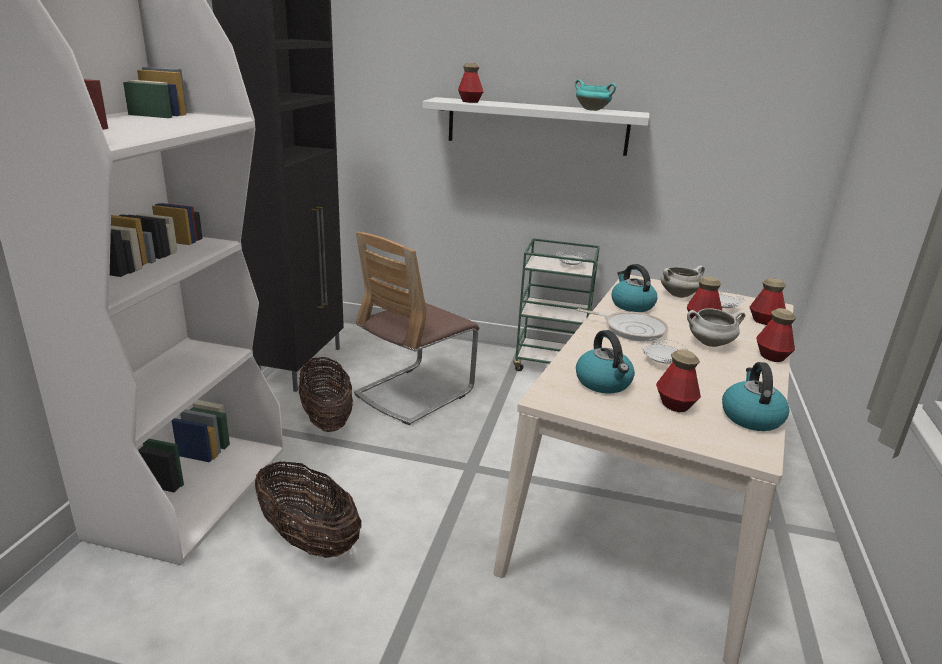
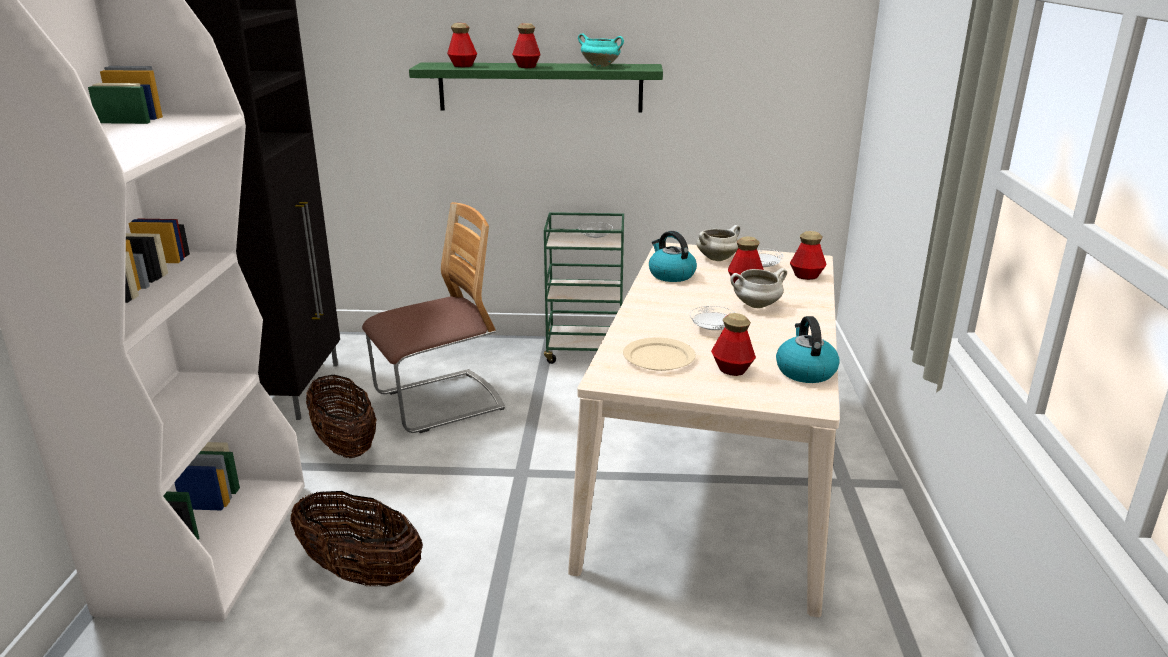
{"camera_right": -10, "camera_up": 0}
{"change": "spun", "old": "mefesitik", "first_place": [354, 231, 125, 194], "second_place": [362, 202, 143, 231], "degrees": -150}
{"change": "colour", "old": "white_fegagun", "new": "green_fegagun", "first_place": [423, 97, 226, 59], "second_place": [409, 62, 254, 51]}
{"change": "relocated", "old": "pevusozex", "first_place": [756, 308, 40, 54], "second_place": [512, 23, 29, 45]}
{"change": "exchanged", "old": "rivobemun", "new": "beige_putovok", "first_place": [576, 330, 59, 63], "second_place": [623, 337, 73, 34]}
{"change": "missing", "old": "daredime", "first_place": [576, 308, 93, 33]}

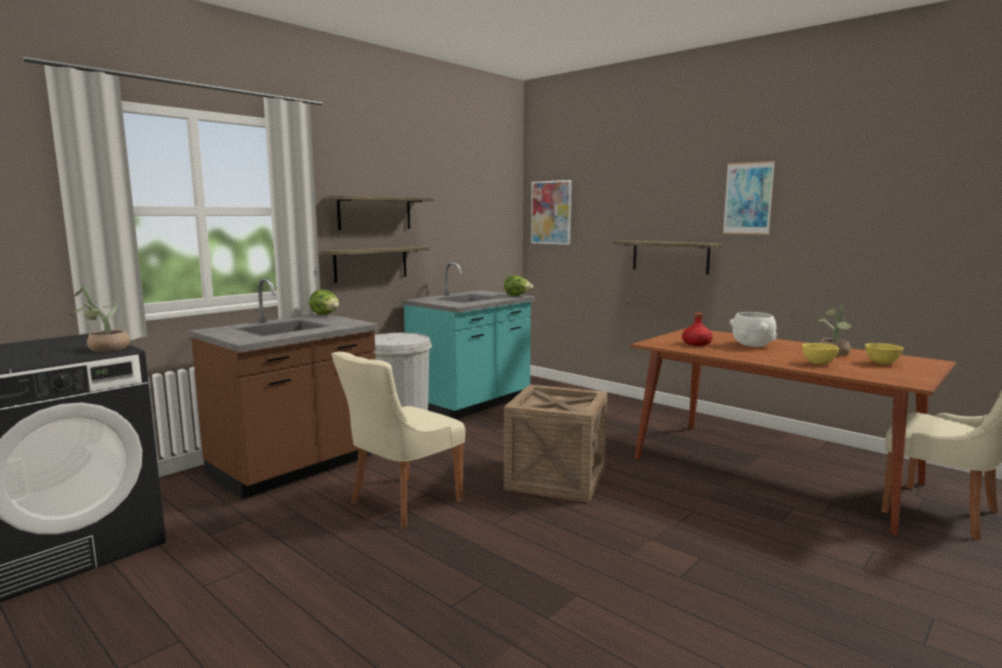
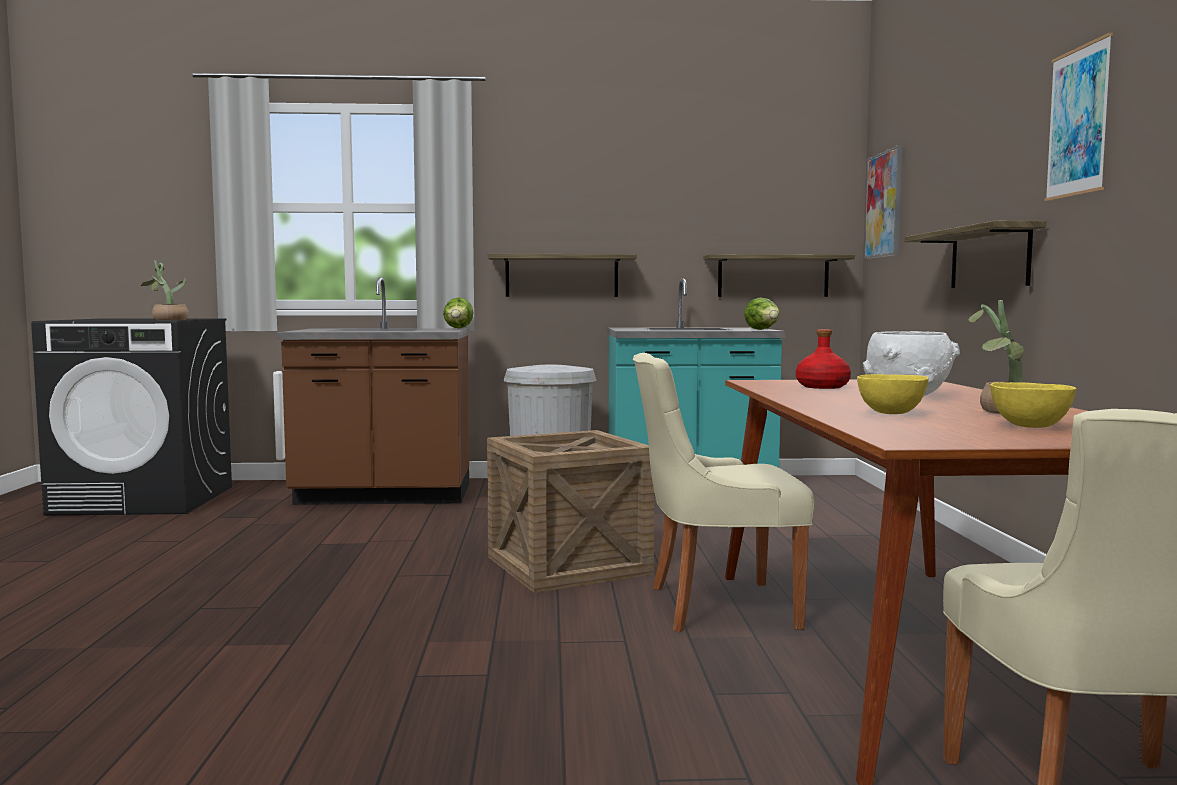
{"camera_right": 45, "camera_up": -5}
{"change": "relocated", "old": "beige_mefesitik", "first_place": [332, 352, 133, 176], "second_place": [633, 353, 182, 279]}
{"change": "relocated", "old": "fegagun", "first_place": [326, 195, 108, 35], "second_place": [703, 254, 152, 43]}

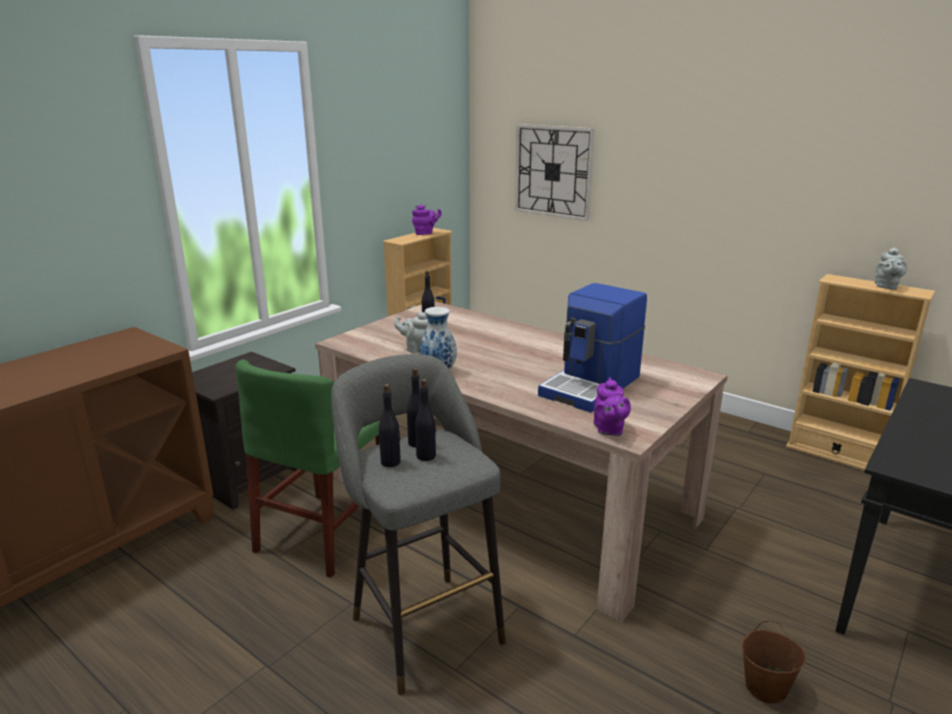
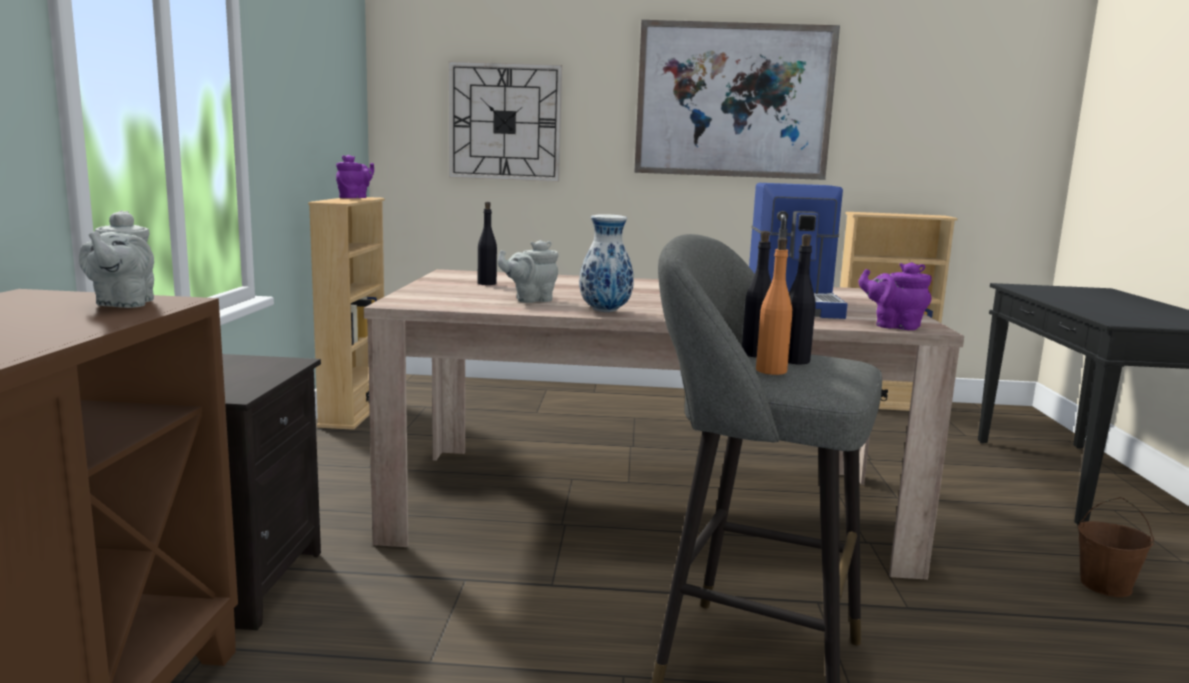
{"camera_right": -35, "camera_up": -10}
{"change": "relocated", "old": "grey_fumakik", "first_place": [874, 247, 33, 43], "second_place": [79, 210, 75, 98]}
{"change": "appeared", "new": "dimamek", "second_place": [634, 20, 206, 160]}
{"change": "colour", "old": "black_pevusozex", "new": "orange_pevusozex", "first_place": [379, 384, 22, 83], "second_place": [756, 238, 36, 137]}
{"change": "spun", "old": "purple_fumakik", "first_place": [594, 377, 37, 59], "second_place": [859, 262, 73, 68], "degrees": 150}
{"change": "missing", "old": "green_mefesitik", "first_place": [235, 359, 145, 219]}

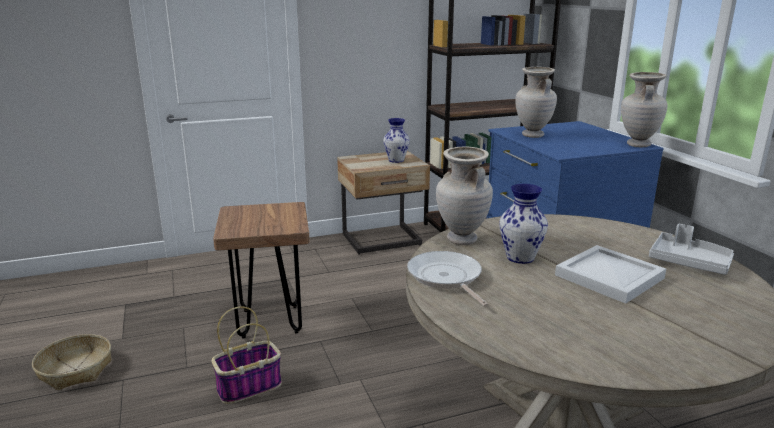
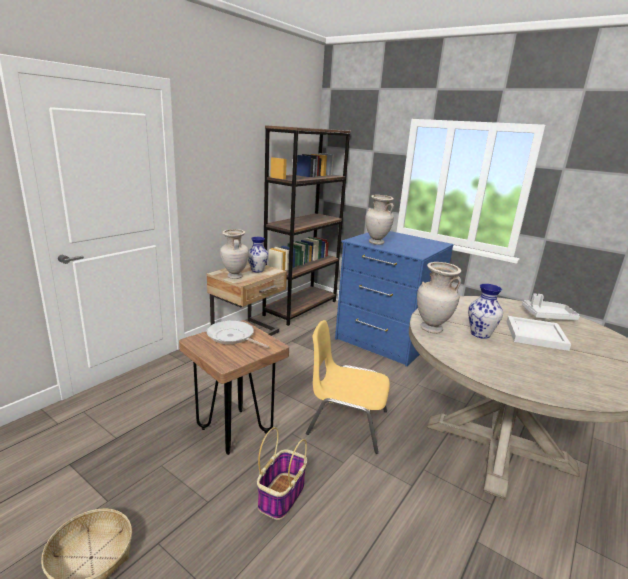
{"camera_right": -35, "camera_up": 0}
{"change": "relocated", "old": "daredime", "first_place": [407, 251, 81, 56], "second_place": [206, 320, 64, 28]}
{"change": "relocated", "old": "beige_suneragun", "first_place": [621, 72, 47, 75], "second_place": [220, 229, 29, 50]}
{"change": "appeared", "new": "yellow_mefesitik", "second_place": [306, 320, 84, 134]}

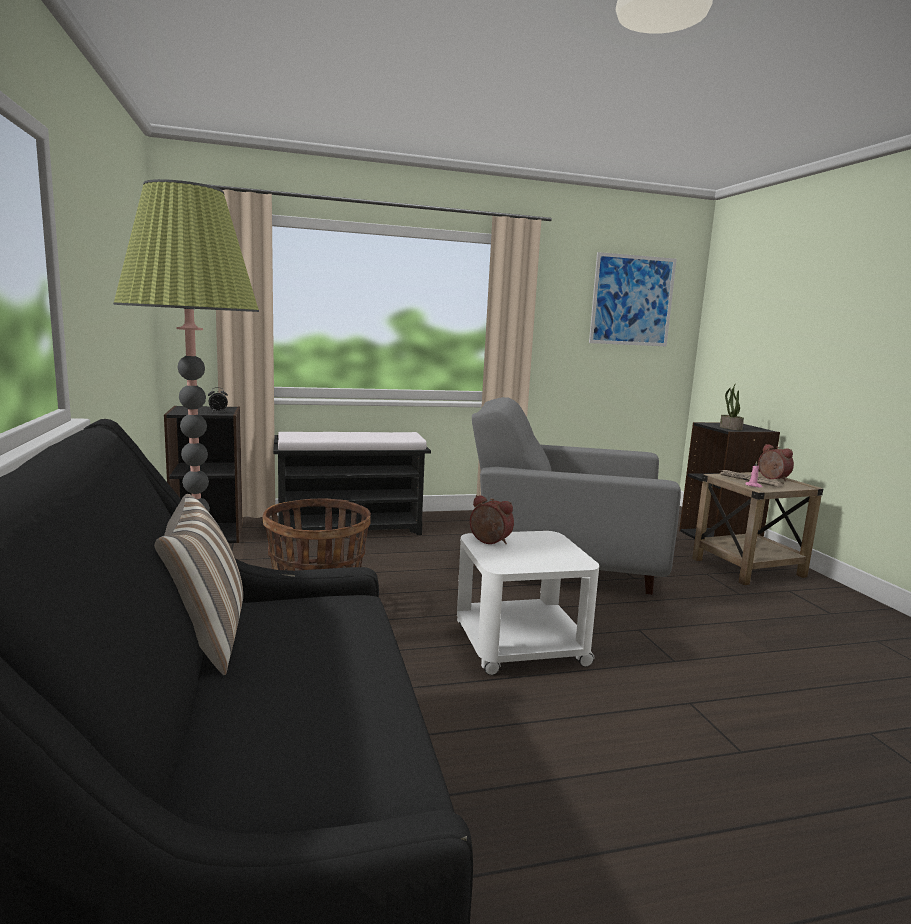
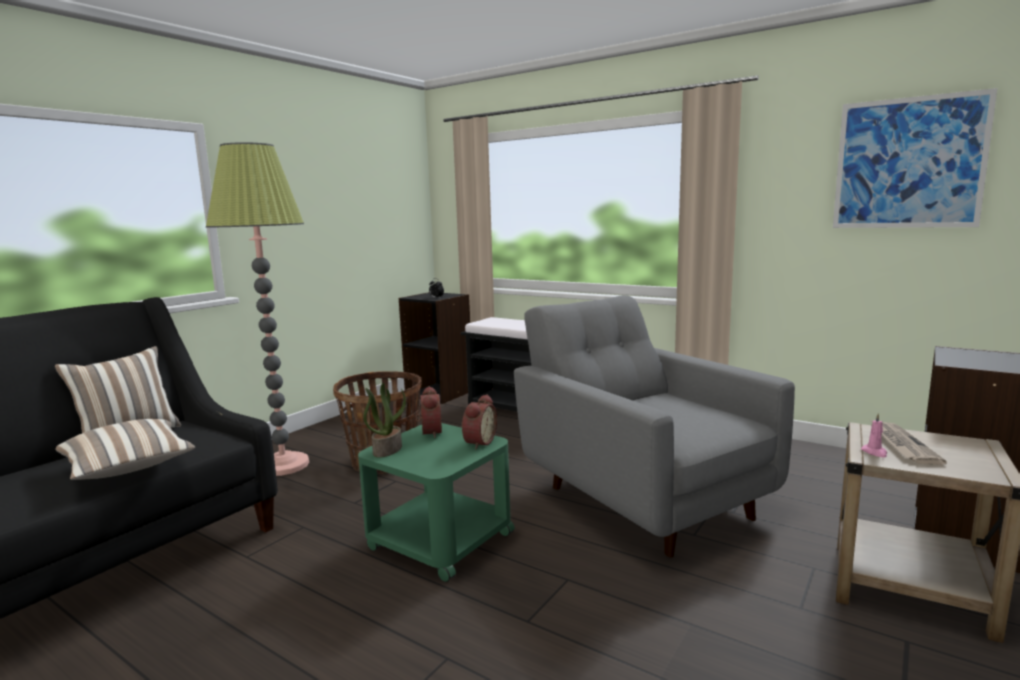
{"camera_right": 50, "camera_up": 0}
{"change": "appeared", "new": "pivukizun", "second_place": [55, 419, 140, 61]}
{"change": "colour", "old": "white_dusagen", "new": "green_dusagen", "first_place": [457, 531, 142, 144], "second_place": [358, 423, 157, 159]}
{"change": "relocated", "old": "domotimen", "first_place": [720, 383, 24, 47], "second_place": [363, 383, 43, 74]}
{"change": "relocated", "old": "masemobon", "first_place": [758, 444, 36, 37], "second_place": [462, 394, 35, 55]}

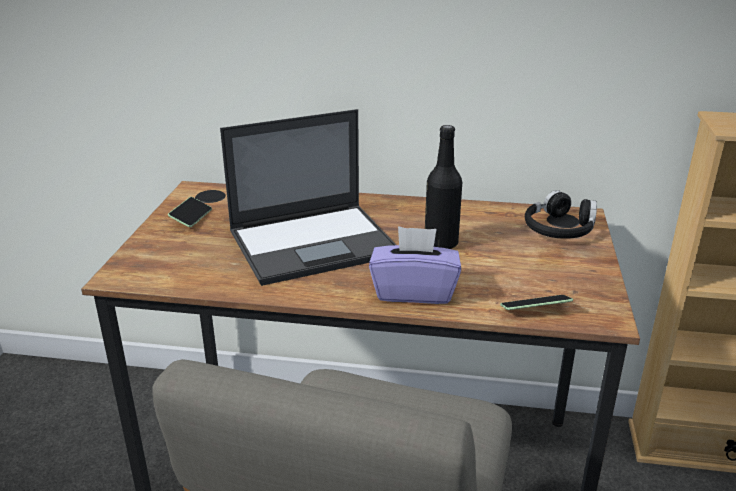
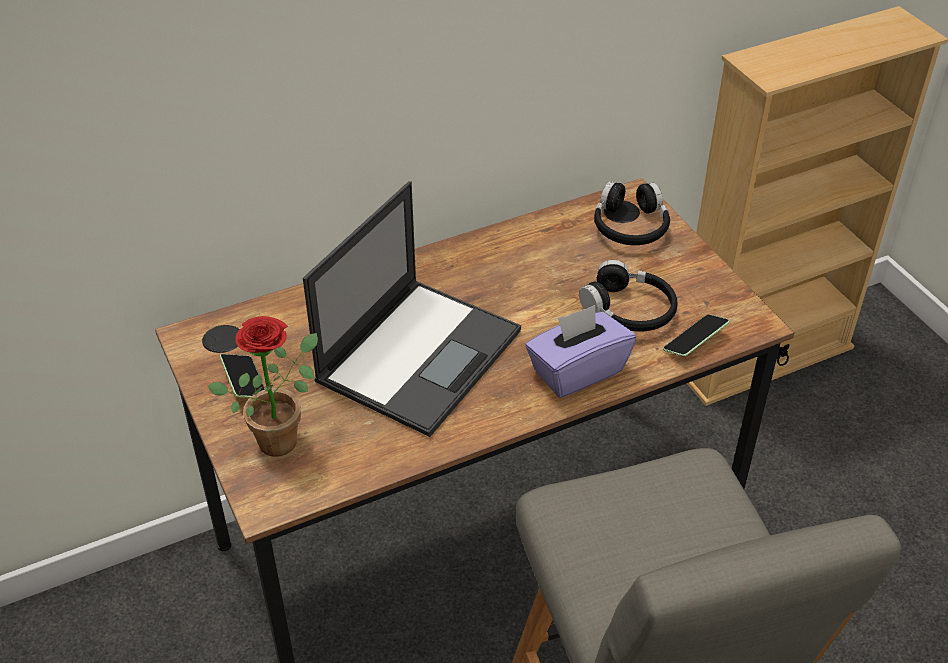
{"camera_right": -35, "camera_up": 15}
{"change": "appeared", "new": "domotimen", "second_place": [208, 316, 110, 141]}
{"change": "appeared", "new": "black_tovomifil", "second_place": [579, 260, 99, 72]}
{"change": "missing", "old": "black_pevusozex", "first_place": [425, 125, 37, 124]}

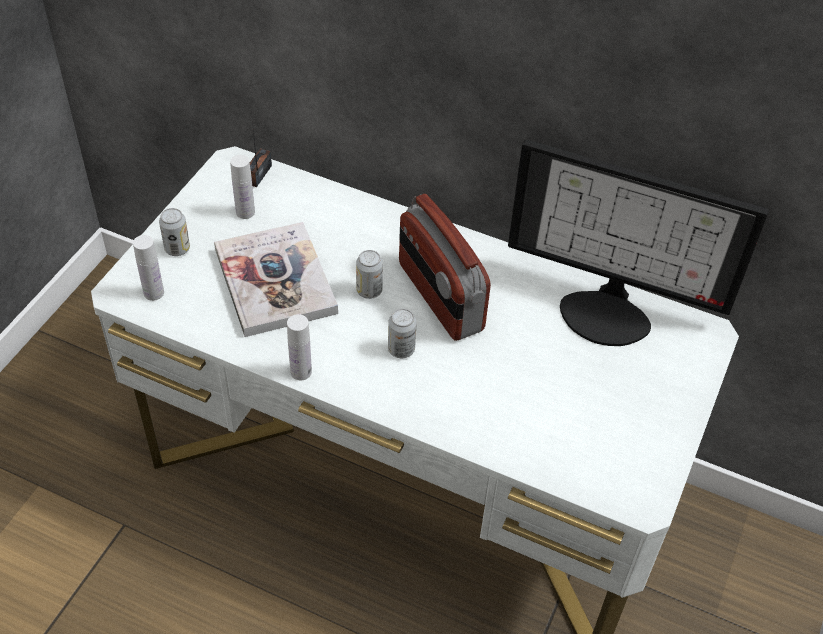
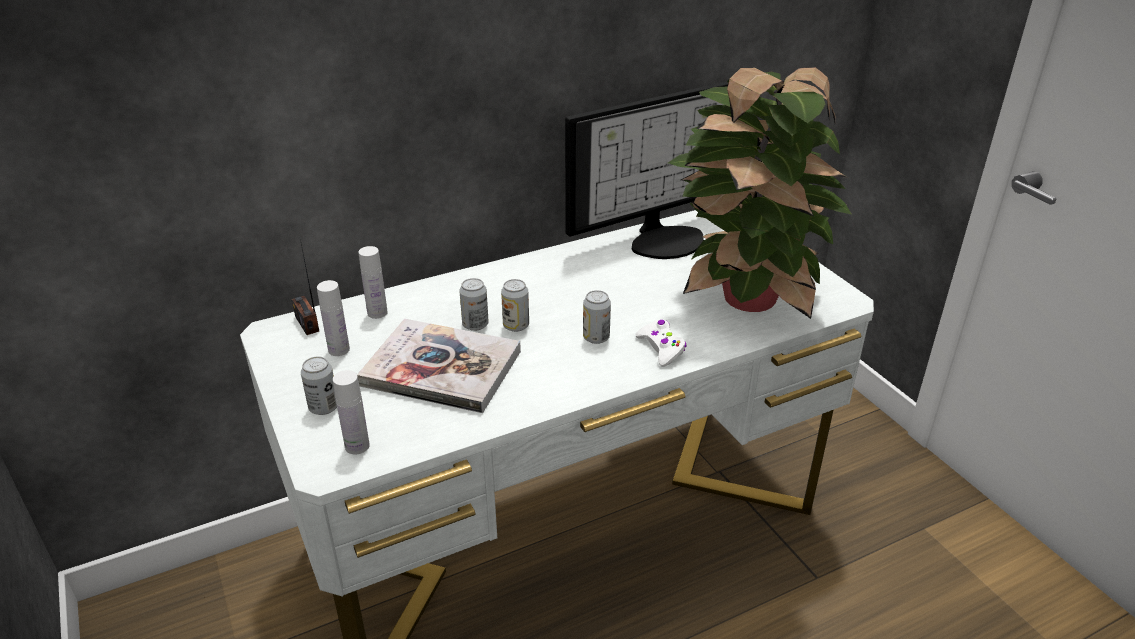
{"camera_right": -50, "camera_up": -15}
{"change": "relocated", "old": "white_pevusozex", "first_place": [287, 314, 25, 66], "second_place": [359, 246, 29, 73]}
{"change": "appeared", "new": "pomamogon", "second_place": [459, 278, 30, 53]}
{"change": "appeared", "new": "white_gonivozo", "second_place": [635, 320, 51, 47]}
{"change": "appeared", "new": "domotimen", "second_place": [668, 67, 183, 252]}
{"change": "missing", "old": "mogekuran", "first_place": [399, 194, 92, 147]}

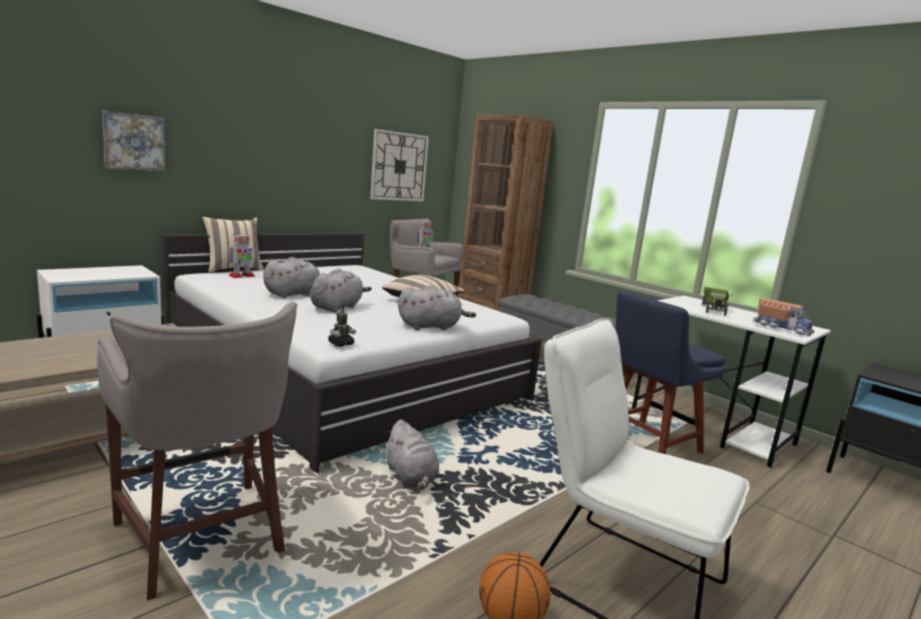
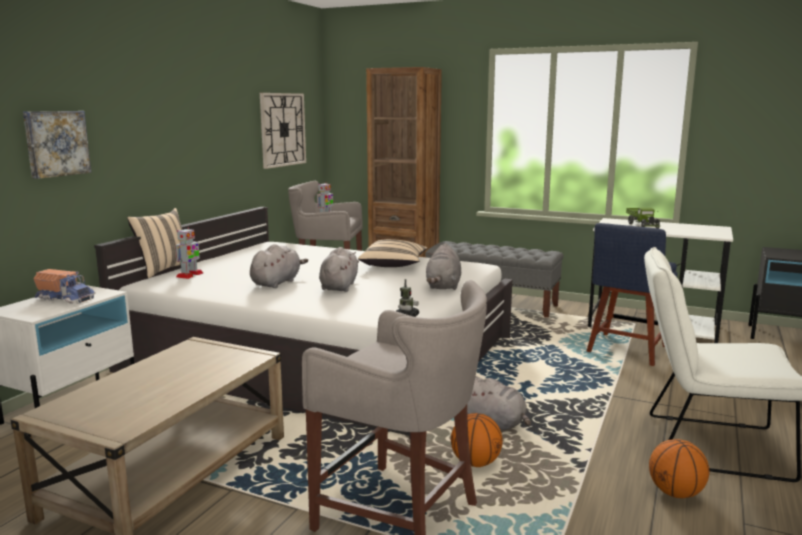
{"camera_right": -20, "camera_up": 0}
{"change": "relocated", "old": "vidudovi", "first_place": [753, 298, 61, 38], "second_place": [33, 269, 63, 35]}
{"change": "spun", "old": "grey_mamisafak", "first_place": [398, 285, 78, 45], "second_place": [426, 243, 35, 47], "degrees": 135}
{"change": "appeared", "new": "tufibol", "second_place": [451, 413, 52, 54]}

